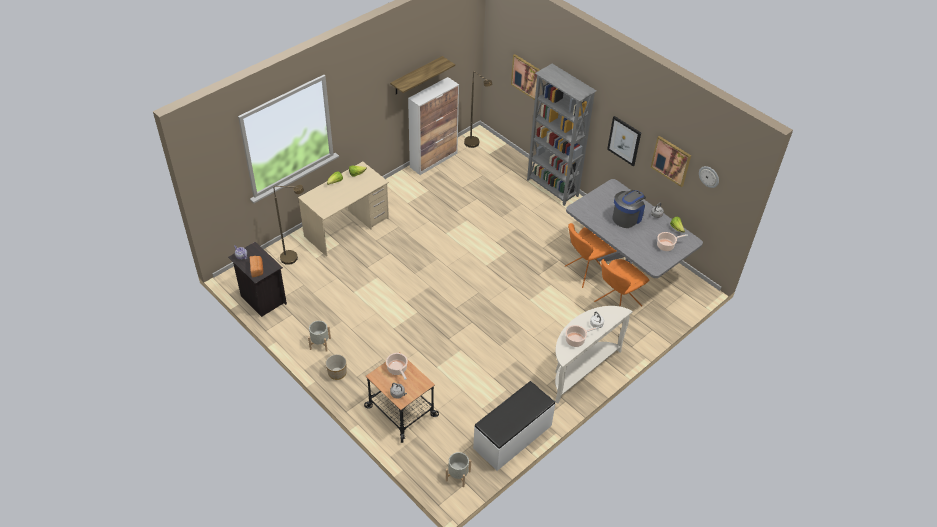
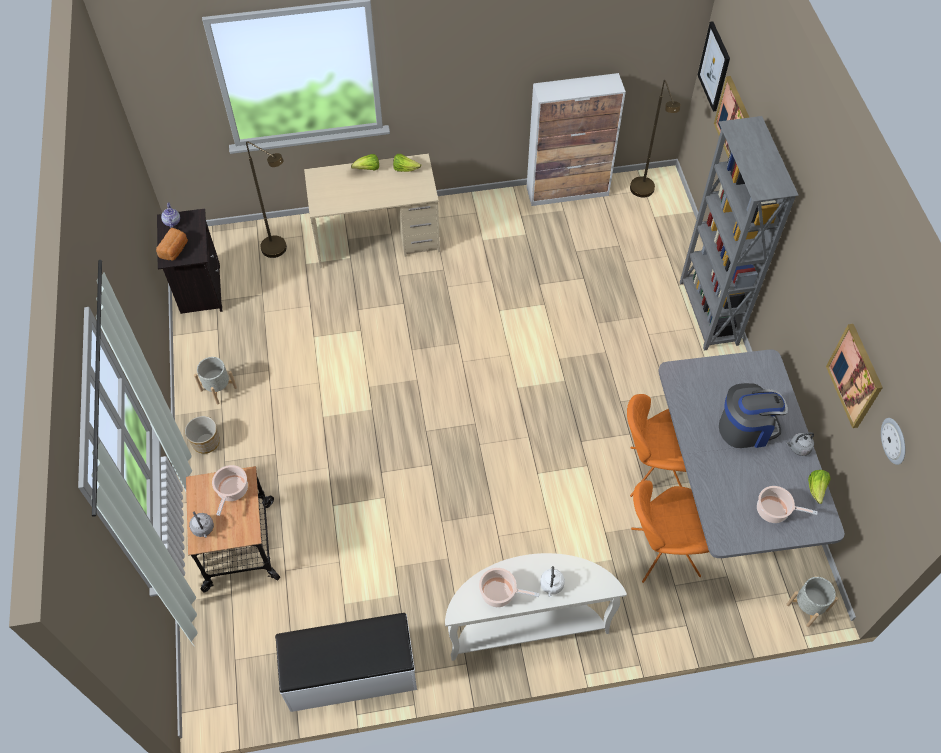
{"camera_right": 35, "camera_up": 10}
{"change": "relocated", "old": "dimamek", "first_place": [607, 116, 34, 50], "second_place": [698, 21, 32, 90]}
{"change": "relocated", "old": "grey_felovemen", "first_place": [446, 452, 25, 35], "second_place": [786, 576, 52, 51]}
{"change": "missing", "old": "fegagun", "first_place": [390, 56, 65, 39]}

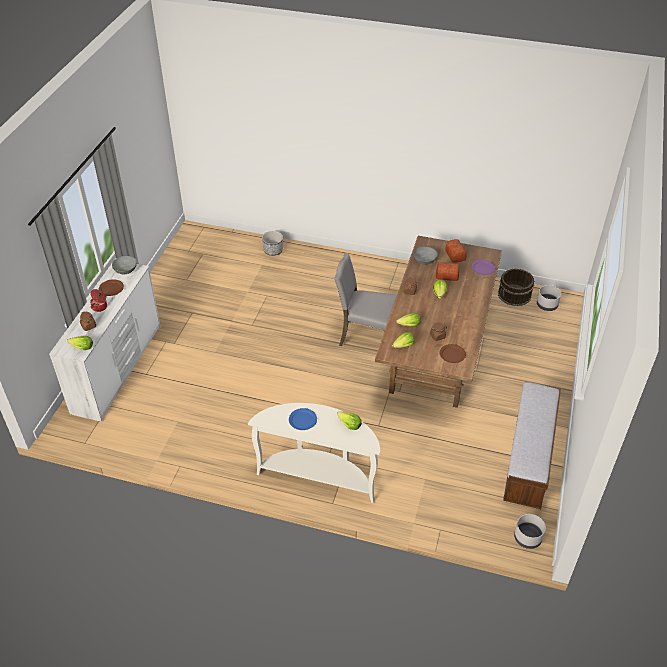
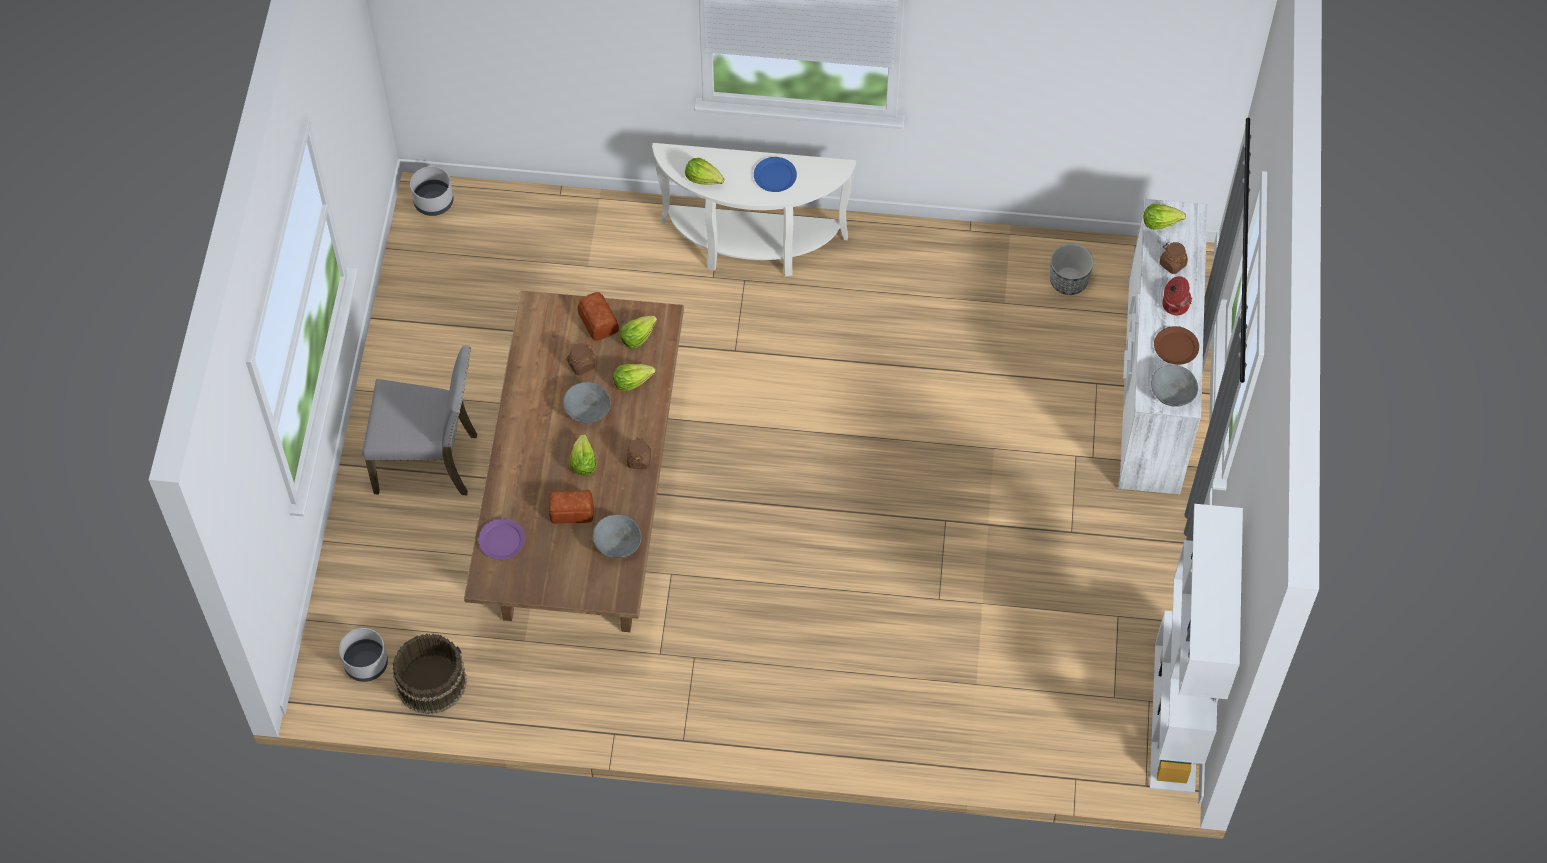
{"camera_right": 170, "camera_up": 15}
{"change": "relocated", "old": "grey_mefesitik", "first_place": [334, 253, 63, 93], "second_place": [362, 345, 115, 150]}
{"change": "appeared", "new": "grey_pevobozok", "second_place": [563, 382, 48, 42]}
{"change": "relocated", "old": "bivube", "first_place": [445, 239, 21, 24], "second_place": [578, 292, 41, 49]}
{"change": "relocated", "old": "felovemen", "first_place": [262, 231, 21, 25], "second_place": [1050, 244, 44, 51]}
{"change": "appeared", "new": "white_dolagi", "second_place": [1150, 504, 93, 289]}
{"change": "missing", "old": "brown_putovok", "first_place": [440, 344, 26, 19]}
{"change": "missing", "old": "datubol", "first_place": [503, 381, 58, 128]}

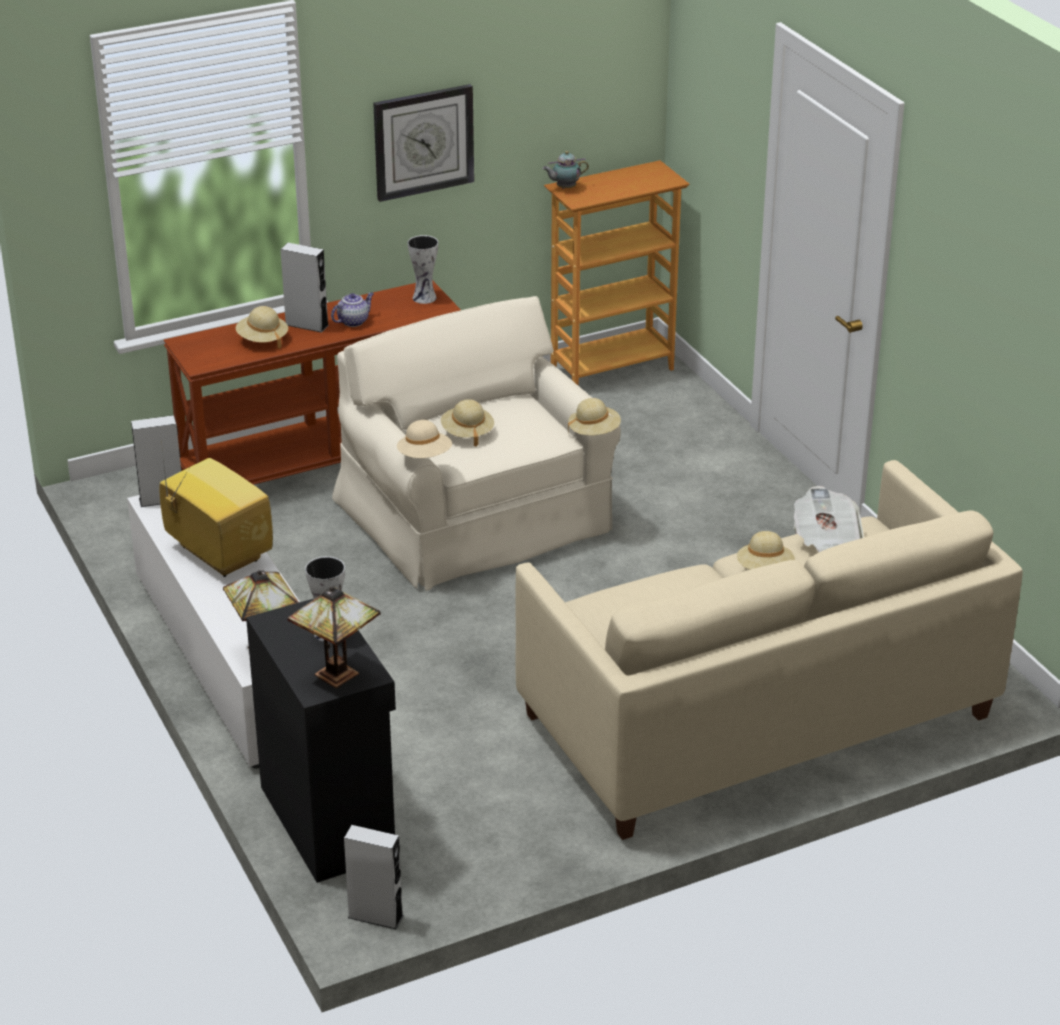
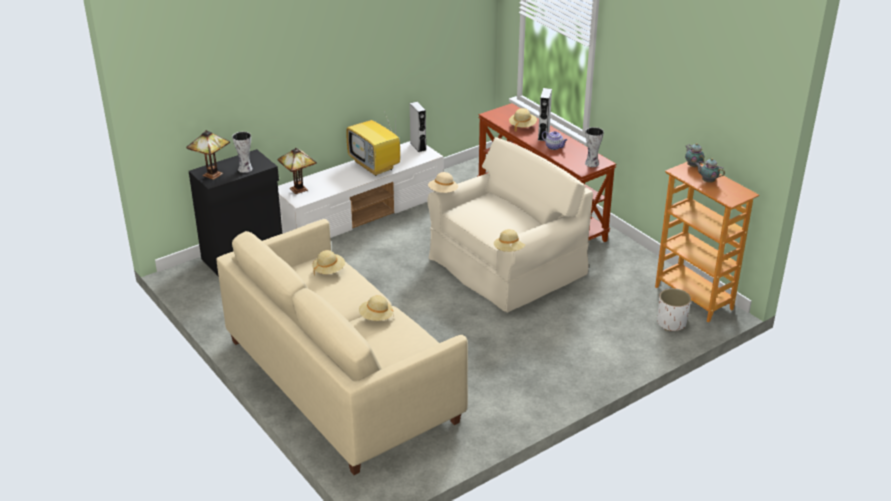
{"camera_right": 80, "camera_up": 0}
{"change": "relocated", "old": "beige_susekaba", "first_place": [441, 399, 53, 48], "second_place": [312, 250, 33, 26]}
{"change": "spun", "old": "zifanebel", "first_place": [160, 441, 113, 136], "second_place": [346, 111, 54, 65], "degrees": 105}
{"change": "appeared", "new": "white_felovemen", "second_place": [657, 288, 34, 43]}
{"change": "appeared", "new": "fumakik", "second_place": [695, 158, 30, 25]}
{"change": "missing", "old": "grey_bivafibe", "first_place": [344, 825, 60, 104]}
{"change": "missing", "old": "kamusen", "first_place": [373, 84, 101, 118]}
{"change": "missing", "old": "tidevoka", "first_place": [794, 486, 70, 66]}

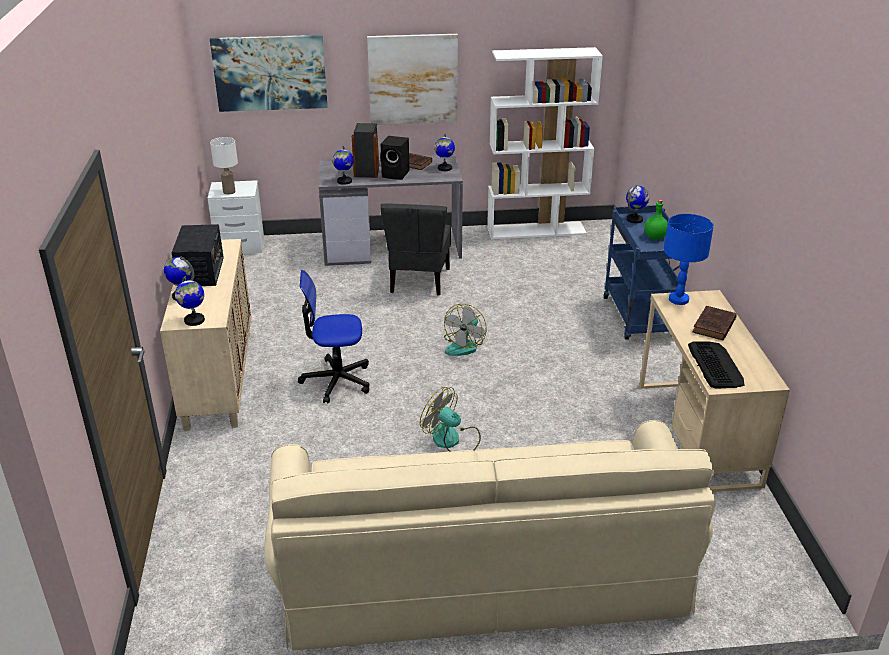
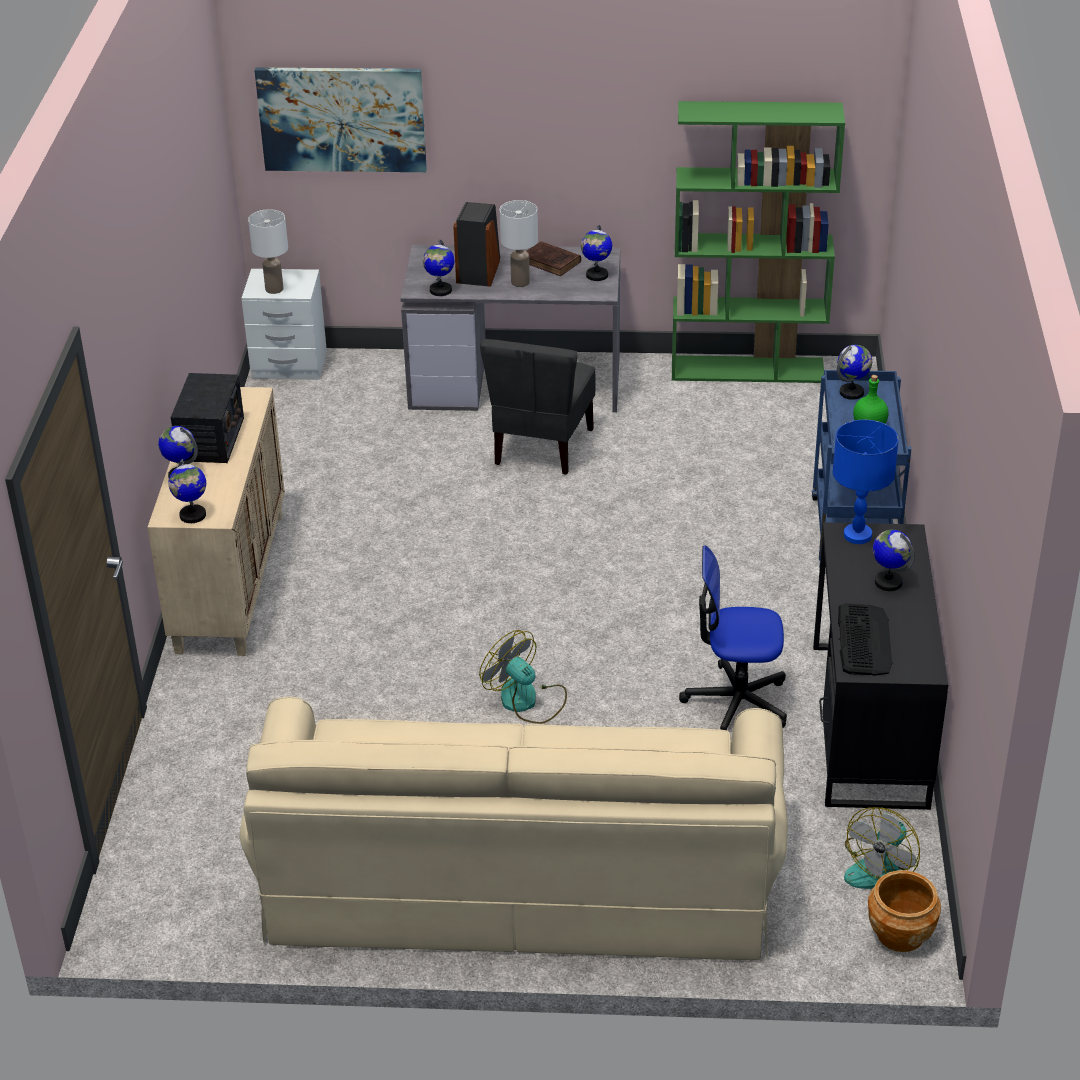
{"camera_right": 10, "camera_up": 5}
{"change": "exchanged", "old": "black_bivafibe", "new": "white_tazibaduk", "first_place": [380, 136, 29, 44], "second_place": [500, 200, 38, 87]}
{"change": "colour", "old": "white_dolagi", "new": "green_dolagi", "first_place": [487, 47, 116, 192], "second_place": [672, 101, 173, 282]}
{"change": "relocated", "old": "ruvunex", "first_place": [298, 270, 71, 134], "second_place": [679, 545, 108, 185]}
{"change": "colour", "old": "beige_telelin", "new": "black_telelin", "first_place": [639, 290, 151, 202], "second_place": [813, 522, 135, 288]}
{"change": "relocated", "old": "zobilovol", "first_place": [444, 304, 43, 52], "second_place": [844, 807, 76, 82]}
{"change": "appeared", "new": "brown_felovemen", "second_place": [868, 870, 73, 82]}
{"change": "exchanged", "old": "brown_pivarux", "new": "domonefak", "first_place": [693, 306, 44, 34], "second_place": [873, 530, 42, 61]}
{"change": "missing", "old": "dimamek", "first_place": [367, 34, 91, 91]}

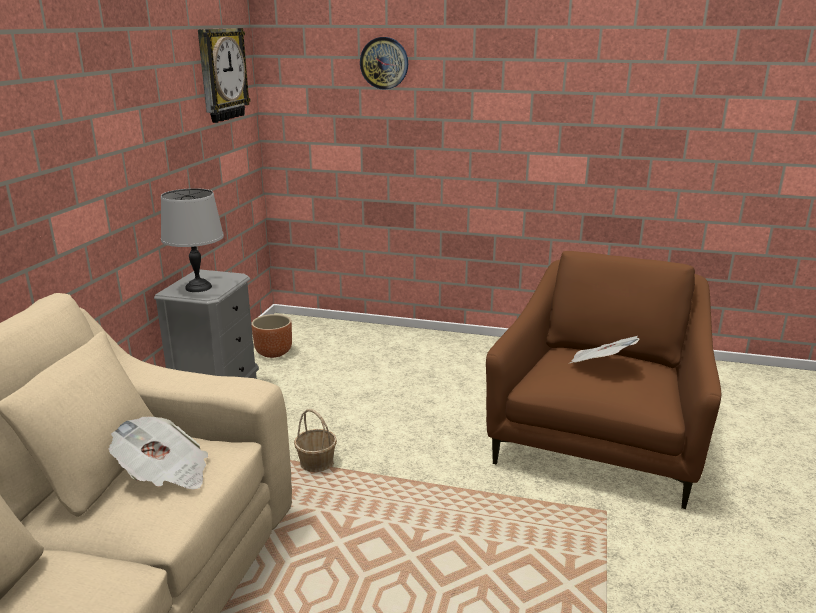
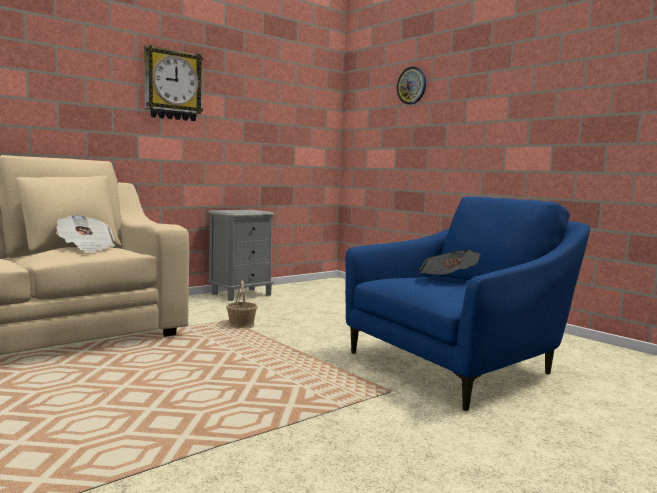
{"camera_right": 35, "camera_up": -15}
{"change": "relocated", "old": "kamusen", "first_place": [198, 28, 53, 95], "second_place": [144, 45, 59, 76]}
{"change": "colour", "old": "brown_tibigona", "new": "blue_tibigona", "first_place": [486, 251, 235, 258], "second_place": [345, 196, 245, 215]}
{"change": "missing", "old": "grey_tazibaduk", "first_place": [161, 188, 63, 104]}
{"change": "missing", "old": "brown_felovemen", "first_place": [252, 314, 40, 44]}

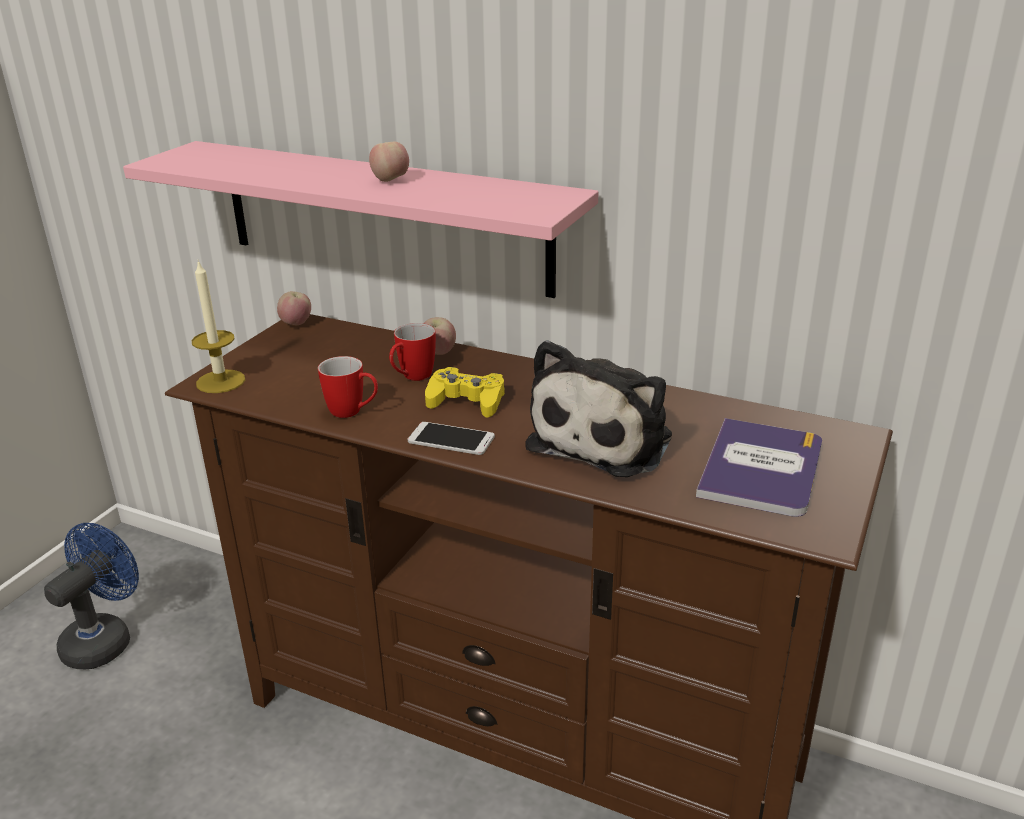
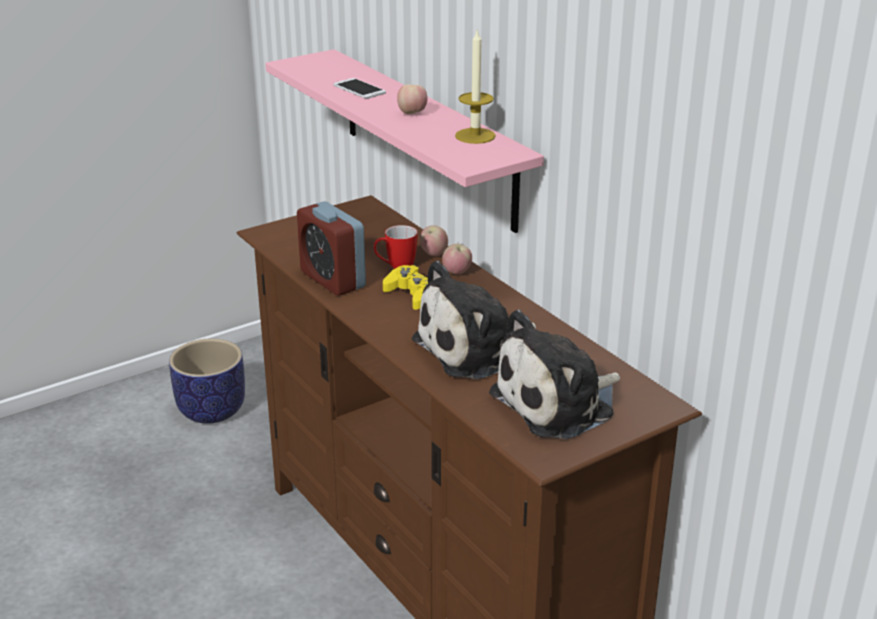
{"camera_right": 30, "camera_up": 0}
{"change": "exchanged", "old": "blue_zobilovol", "new": "felovemen", "first_place": [44, 523, 95, 146], "second_place": [169, 338, 76, 86]}
{"change": "exchanged", "old": "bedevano", "new": "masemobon", "first_place": [318, 356, 60, 62], "second_place": [297, 201, 69, 94]}
{"change": "relocated", "old": "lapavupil", "first_place": [408, 422, 87, 33], "second_place": [334, 78, 52, 21]}
{"change": "relocated", "old": "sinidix", "first_place": [277, 291, 34, 34], "second_place": [442, 244, 30, 30]}
{"change": "relocated", "old": "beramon", "first_place": [192, 260, 53, 133], "second_place": [455, 31, 41, 113]}
{"change": "exchanged", "old": "pivarux", "new": "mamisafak", "first_place": [696, 418, 126, 99], "second_place": [489, 310, 131, 129]}

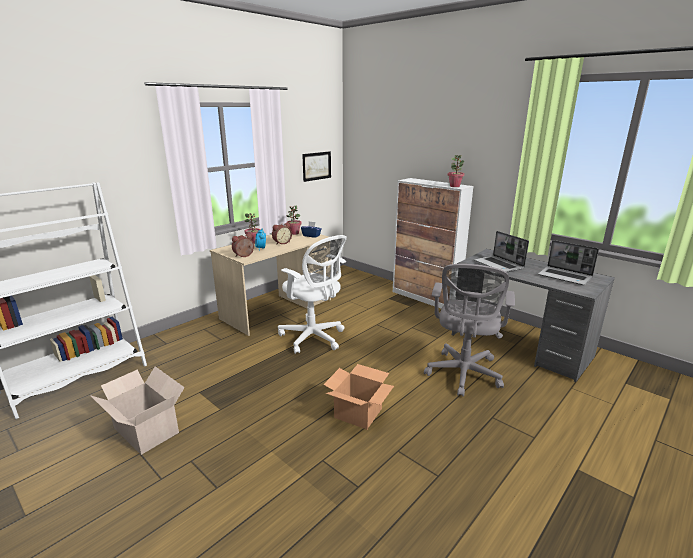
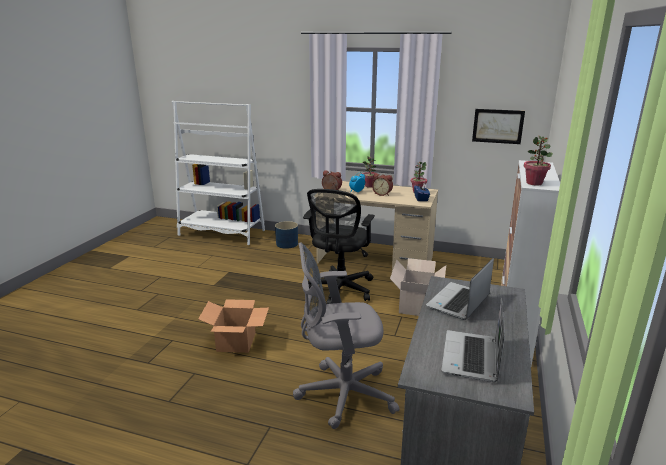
{"camera_right": 65, "camera_up": 0}
{"change": "appeared", "new": "blue_felovemen", "second_place": [275, 221, 23, 28]}
{"change": "colour", "old": "white_ruvunex", "new": "black_ruvunex", "first_place": [278, 235, 69, 119], "second_place": [303, 189, 72, 115]}
{"change": "relocated", "old": "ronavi", "first_place": [90, 366, 95, 89], "second_place": [390, 258, 56, 58]}

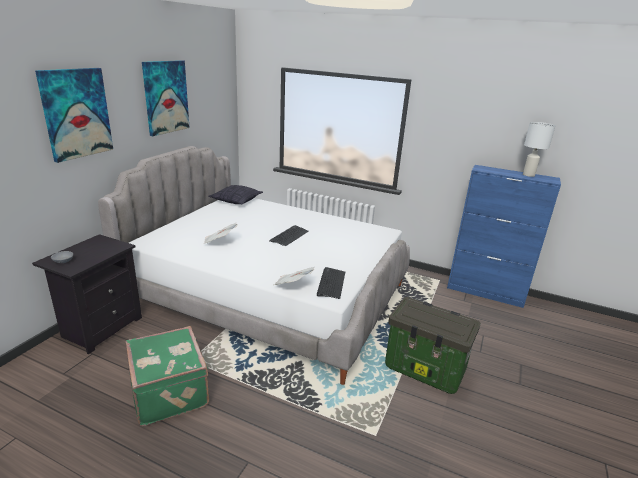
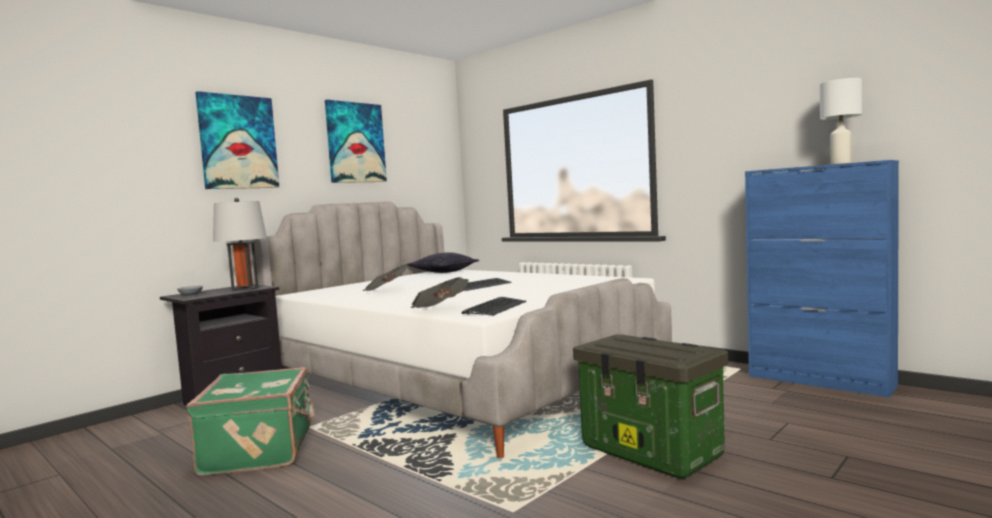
{"camera_right": 20, "camera_up": -20}
{"change": "appeared", "new": "grey_tazibaduk", "second_place": [213, 198, 54, 93]}

